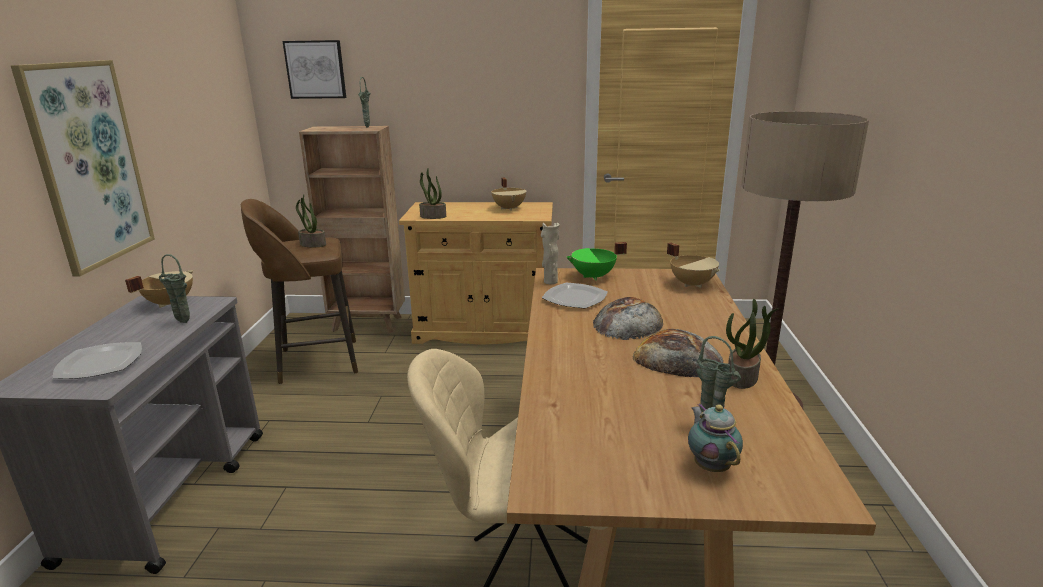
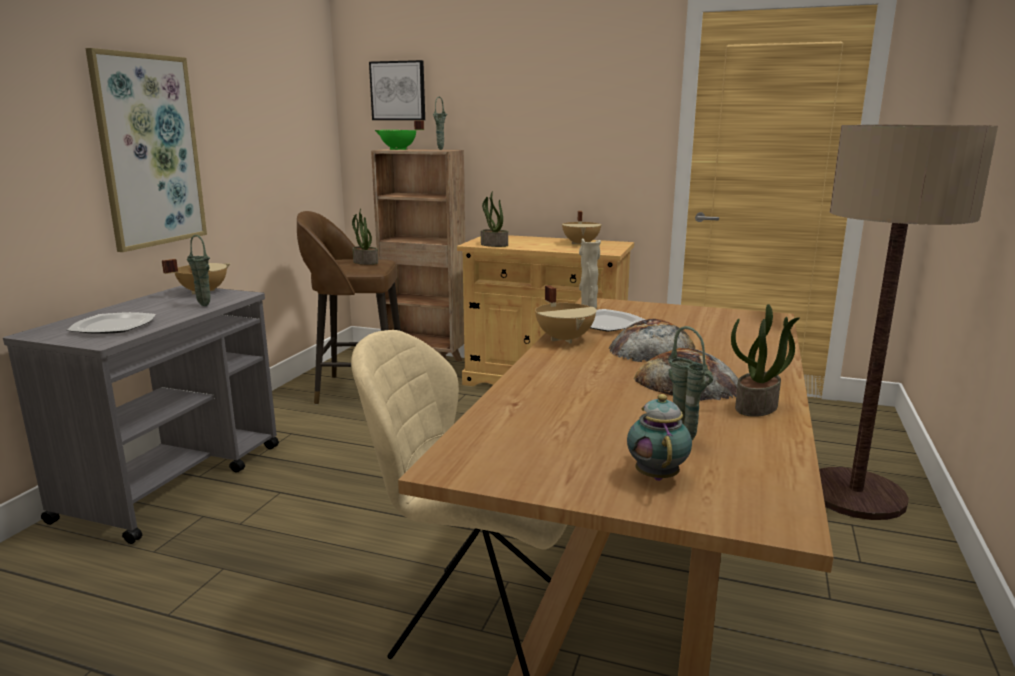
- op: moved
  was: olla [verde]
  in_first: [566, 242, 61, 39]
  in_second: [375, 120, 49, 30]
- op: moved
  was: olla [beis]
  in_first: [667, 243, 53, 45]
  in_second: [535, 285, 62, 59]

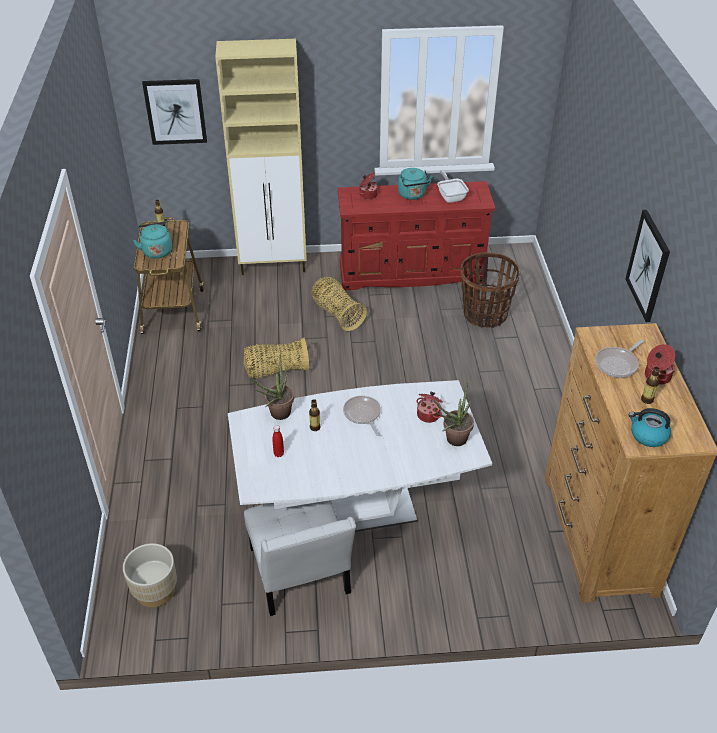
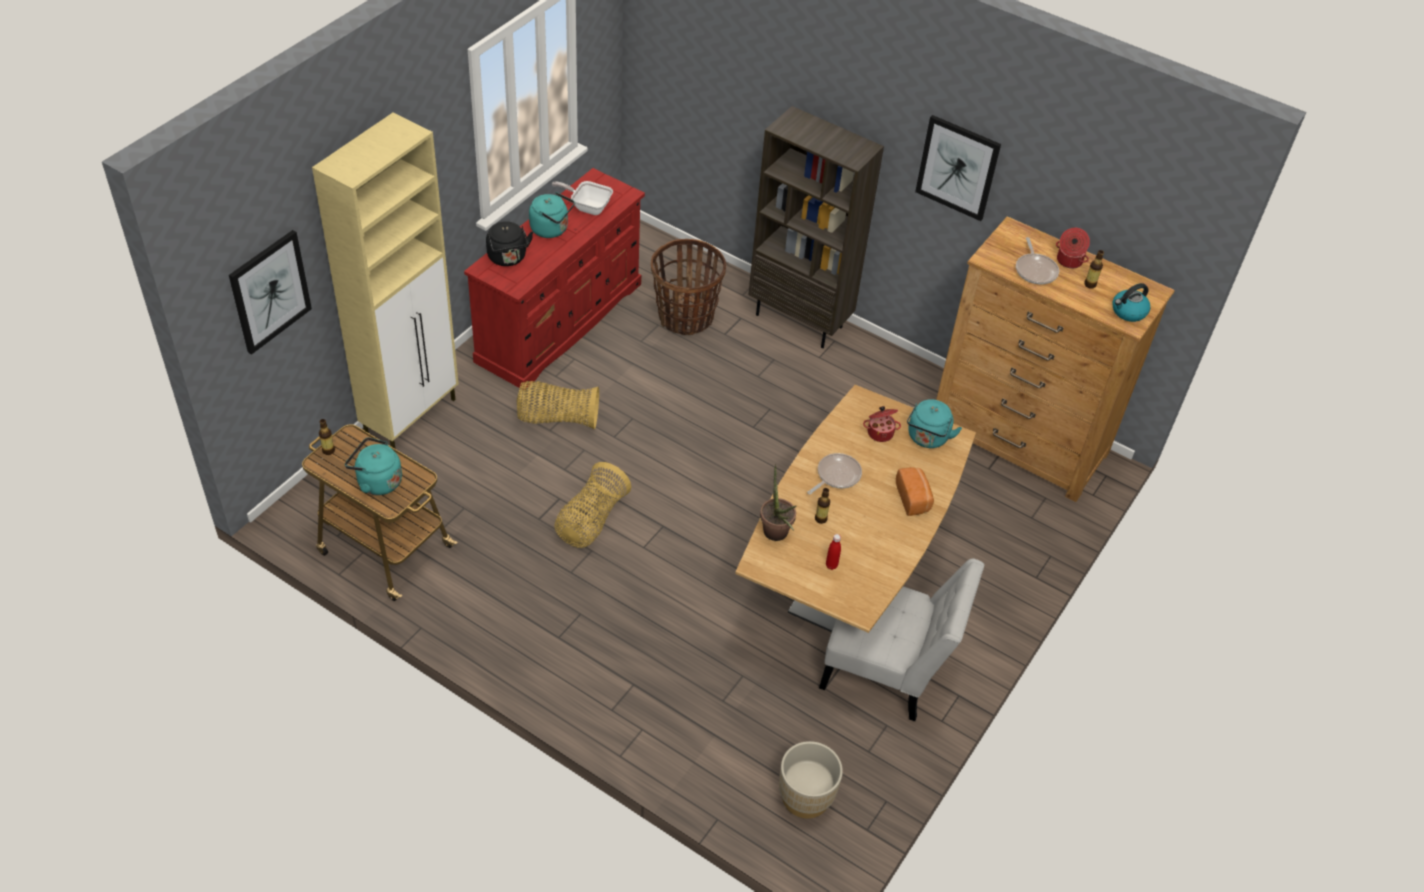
- op: replaced
  was: olla
  now: hervidor [negro]
  in_first: [359, 172, 18, 27]
  in_second: [486, 221, 47, 45]
- op: recoloured
  was: mesa de comedor [blanco]
  now: mesa de comedor [marrón]
  in_first: [228, 380, 264, 152]
  in_second: [735, 385, 241, 248]
- op: added
  now: estantería [marrón]
  in_second: [748, 106, 136, 242]
- op: turned
  was: sartén
  in_first: [343, 396, 38, 40]
  in_second: [807, 453, 55, 41]
  clockwise: 120
- op: added
  now: pan
  in_second: [896, 467, 38, 49]
- op: replaced
  was: planta en maceta
  now: hervidor [turquesa]
  in_first: [433, 378, 41, 68]
  in_second: [907, 399, 55, 49]

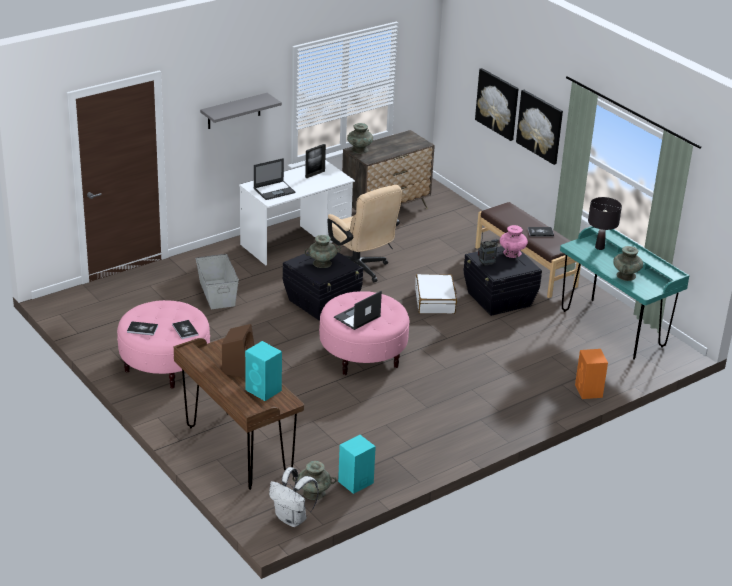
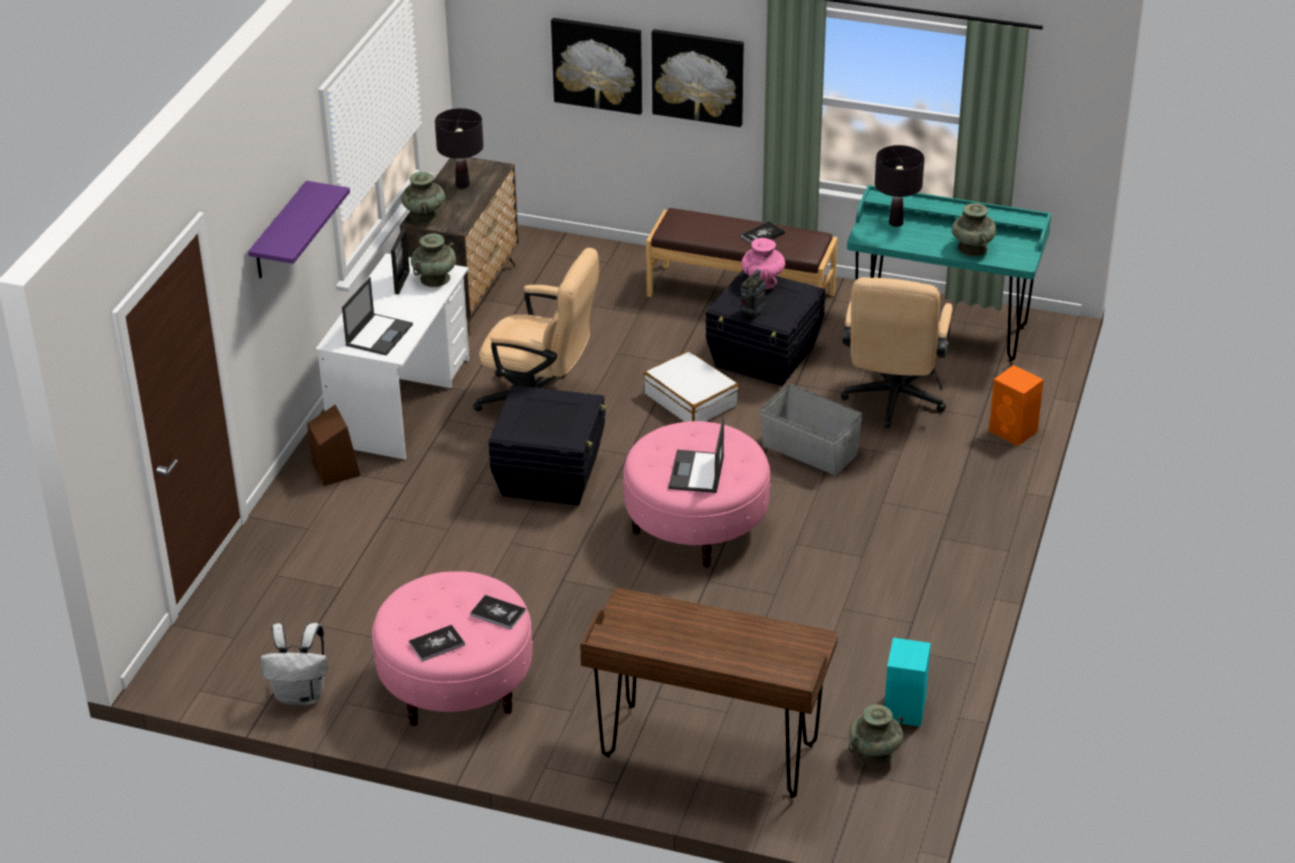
- op: recoloured
  was: estante [gris]
  now: estante [morado]
  in_first: [200, 93, 82, 36]
  in_second: [248, 181, 102, 97]
- op: moved
  was: mochila [blanco]
  in_first: [269, 467, 50, 60]
  in_second: [261, 623, 66, 82]
- op: moved
  was: altavoz [marrón]
  in_first: [222, 324, 32, 54]
  in_second: [307, 405, 54, 81]
- op: moved
  was: florero [turquesa]
  in_first: [305, 235, 36, 33]
  in_second: [411, 233, 45, 54]
- op: added
  now: lámpara de mesa [negro]
  in_second: [435, 108, 49, 81]
- op: moved
  was: caja de almacenaje [gris]
  in_first: [195, 254, 44, 55]
  in_second: [760, 384, 103, 92]
- op: added
  now: silla de oficina [beis]
  in_second: [841, 277, 112, 151]
- op: removed
  was: altavoz [turquesa]
  in_first: [245, 341, 37, 60]

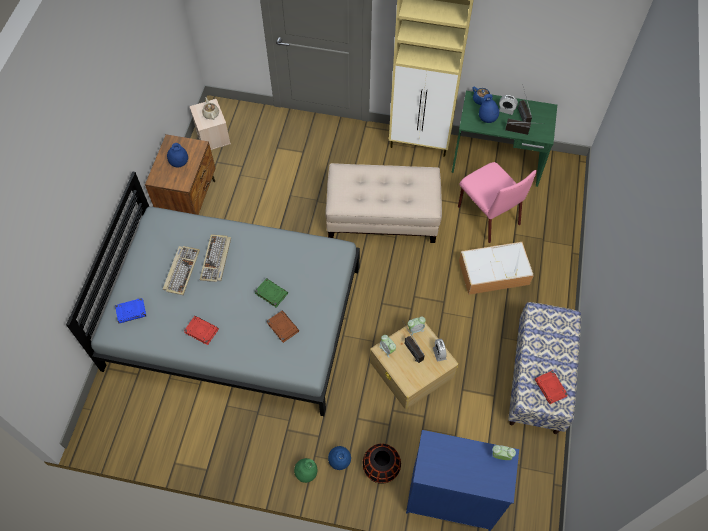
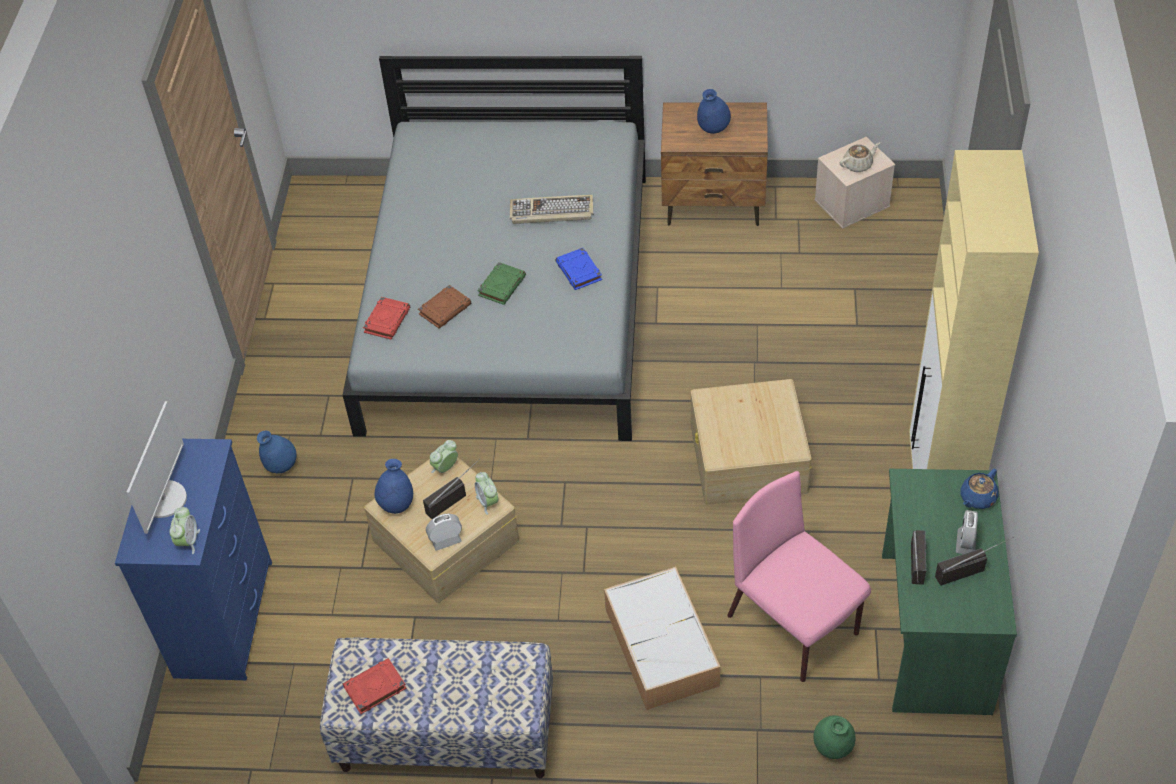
- op: added
  now: monitor
  in_second: [126, 401, 61, 133]
- op: moved
  was: libro [rojo]
  in_first: [184, 316, 35, 29]
  in_second: [363, 297, 47, 42]
- op: moved
  was: florero [azul]
  in_first: [479, 94, 20, 29]
  in_second: [374, 459, 39, 55]
- op: moved
  was: libro [azul]
  in_first: [115, 298, 31, 25]
  in_second: [556, 248, 46, 42]
- op: replaced
  was: puf [beis]
  now: caja de almacenaje [beis]
  in_first: [325, 163, 117, 80]
  in_second: [691, 379, 121, 126]
- op: turned
  was: silla [rosa]
  in_first: [458, 162, 79, 81]
  in_second: [727, 471, 144, 211]
  clockwise: 90
- op: moved
  was: florero [verde]
  in_first: [294, 458, 23, 25]
  in_second: [814, 716, 42, 43]
- op: removed
  was: teclado
  in_first: [163, 246, 37, 49]
- op: removed
  was: florero [negro]
  in_first: [363, 444, 38, 40]

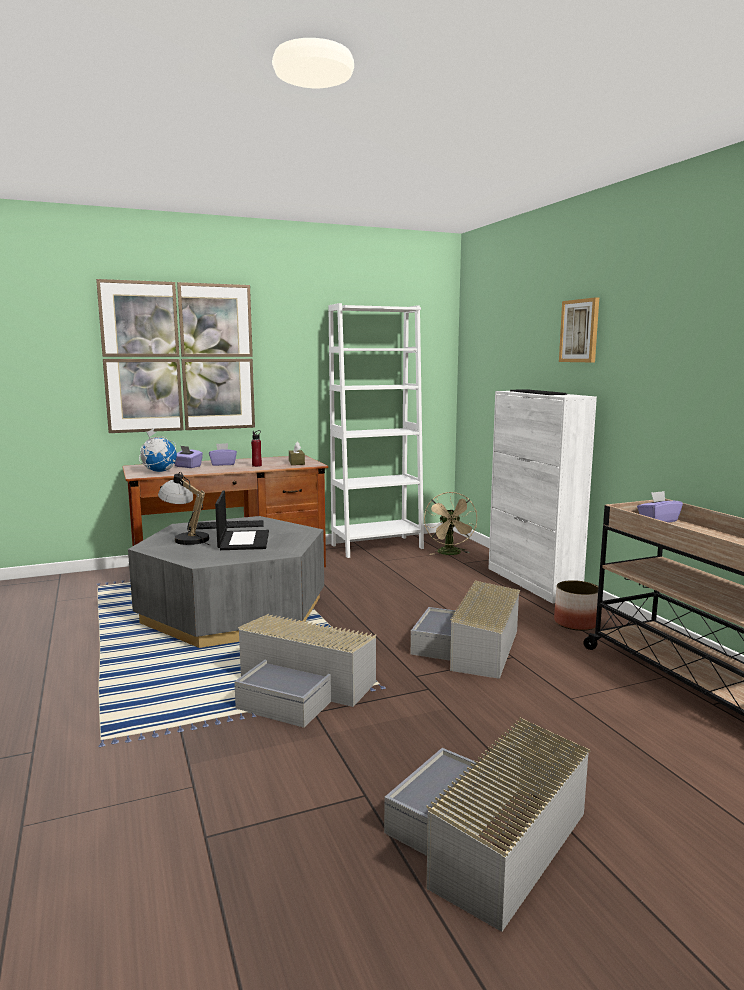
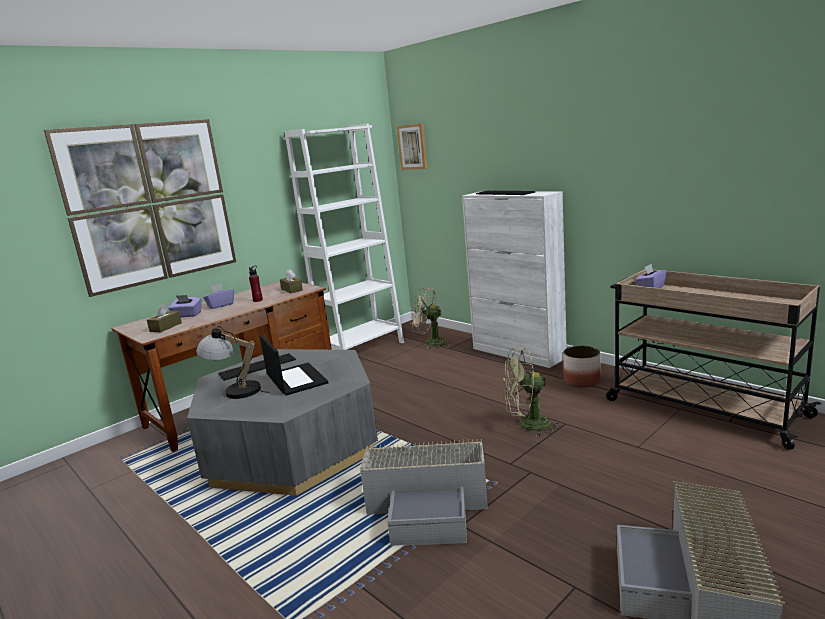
- op: replaced
  was: globo terráqueo
  now: caja de pañuelos [marrón]
  in_first: [139, 428, 38, 44]
  in_second: [147, 304, 35, 28]
- op: moved
  was: cuadro
  in_first: [559, 297, 40, 65]
  in_second: [397, 123, 31, 47]
- op: turned
  was: ventilador [beis]
  in_first: [424, 492, 53, 63]
  in_second: [410, 288, 40, 61]
  clockwise: 135
- op: replaced
  was: caja de almacenaje [gris]
  now: ventilador [verde]
  in_first: [411, 581, 109, 98]
  in_second: [503, 348, 58, 89]

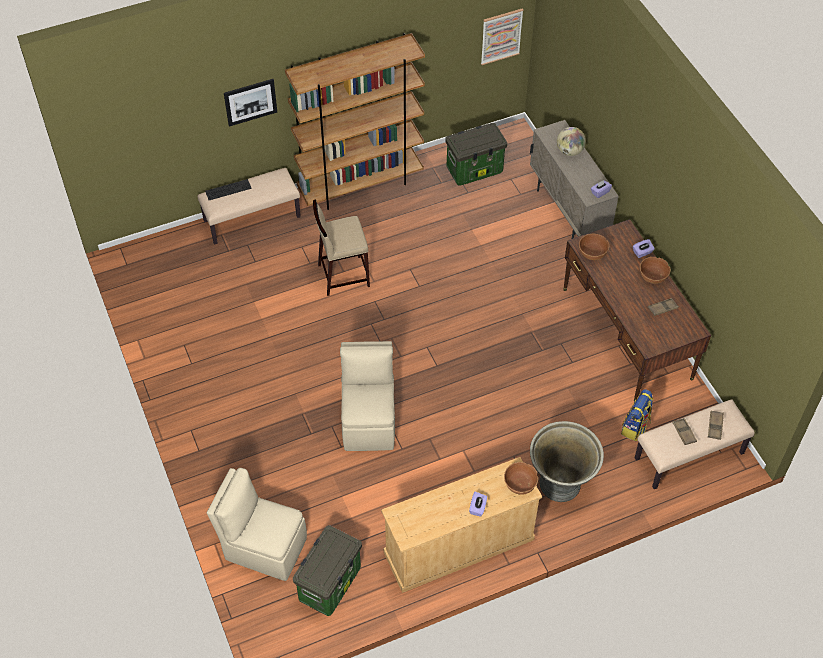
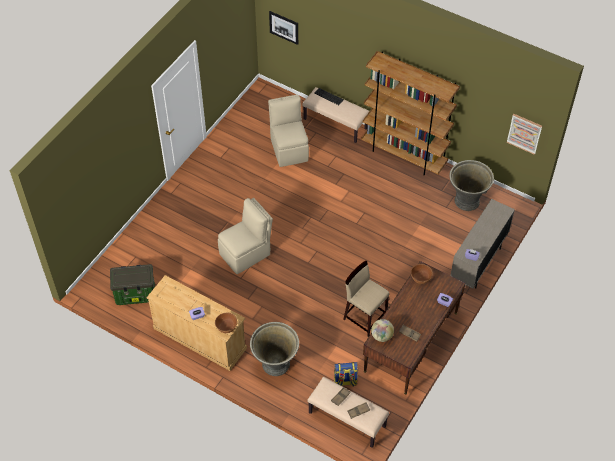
- op: moved
  was: silla [beis]
  in_first: [207, 468, 100, 113]
  in_second: [268, 95, 41, 72]
- op: moved
  was: cuadro
  in_first: [224, 79, 53, 48]
  in_second: [269, 11, 29, 34]
- op: moved
  was: taburete [beis]
  in_first: [313, 199, 57, 97]
  in_second: [343, 260, 47, 77]
- op: moved
  was: globo terráqueo
  in_first: [557, 127, 29, 29]
  in_second: [371, 319, 23, 23]
- op: replaced
  was: caja de almacenaje
  now: maceta [gris]
  in_first: [445, 123, 62, 63]
  in_second: [449, 160, 45, 51]
- op: removed
  was: cuenco [marrón]
  in_first: [640, 257, 31, 27]

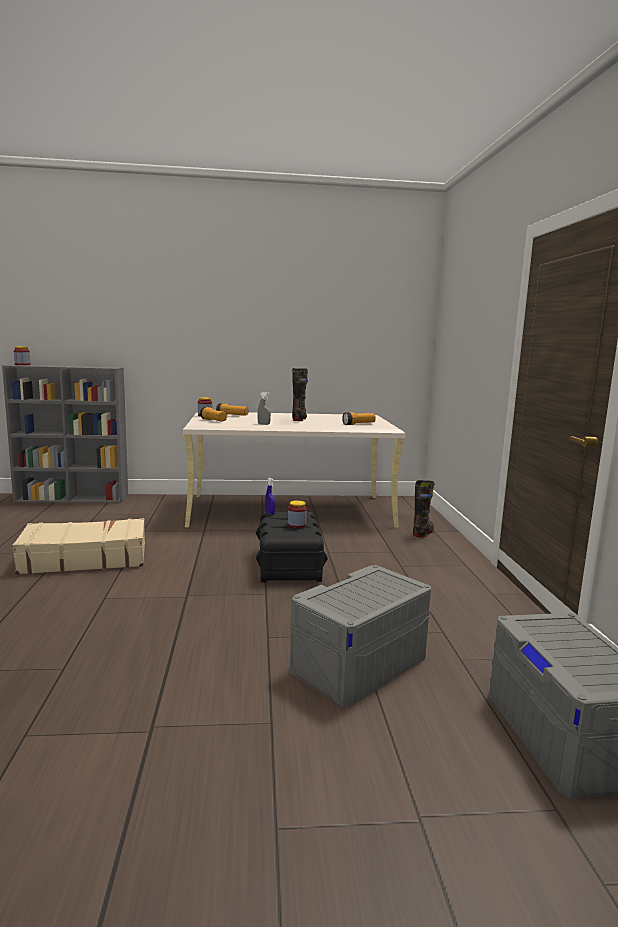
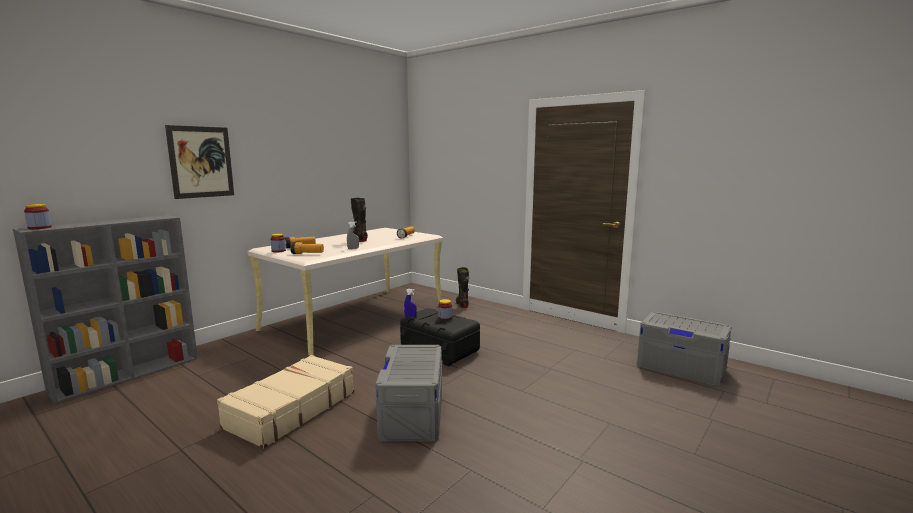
- op: added
  now: cuadro
  in_second: [165, 125, 69, 74]
- op: moved
  was: caja de almacenaje [gris]
  in_first: [290, 565, 141, 142]
  in_second: [375, 345, 67, 97]

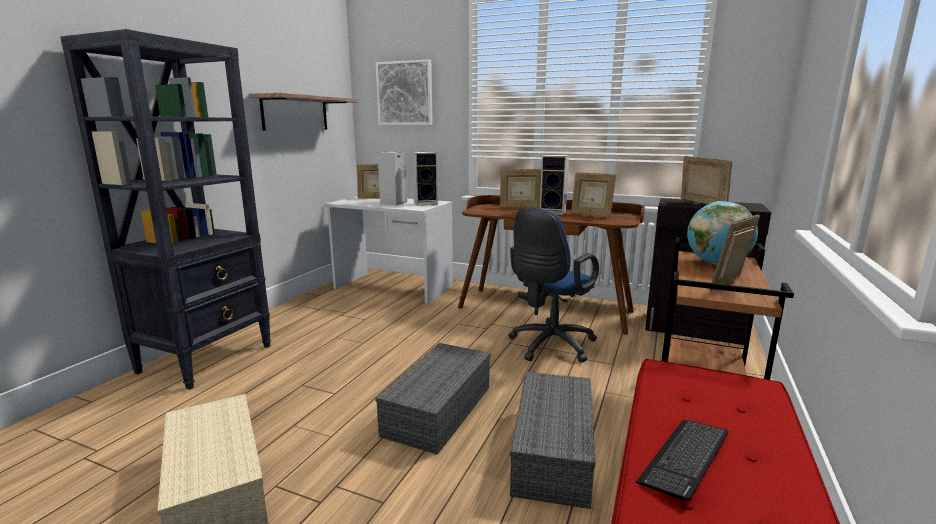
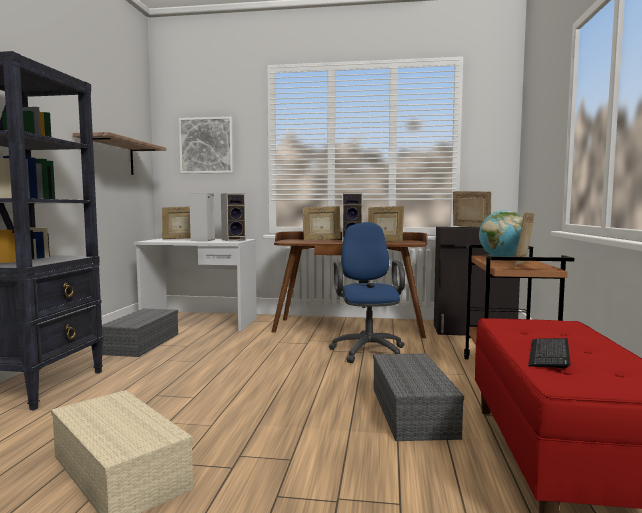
- op: moved
  was: caja de almacenaje [gris]
  in_first: [375, 343, 116, 112]
  in_second: [102, 308, 76, 49]
- op: turned
  was: silla de oficina [azul]
  in_first: [508, 207, 91, 156]
  in_second: [329, 222, 76, 141]
  clockwise: 150

